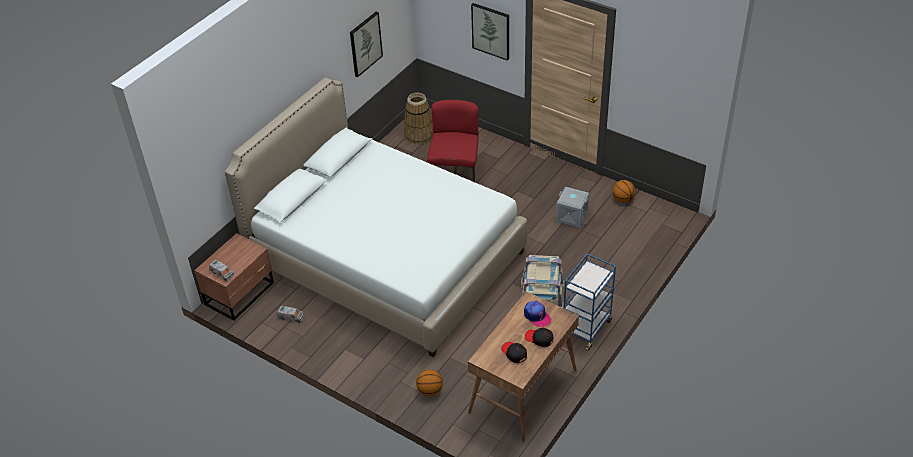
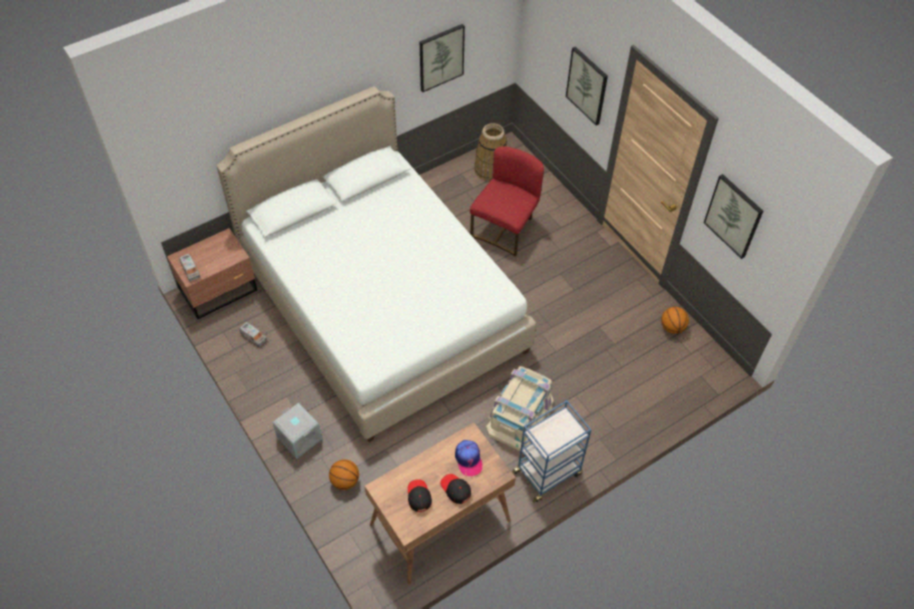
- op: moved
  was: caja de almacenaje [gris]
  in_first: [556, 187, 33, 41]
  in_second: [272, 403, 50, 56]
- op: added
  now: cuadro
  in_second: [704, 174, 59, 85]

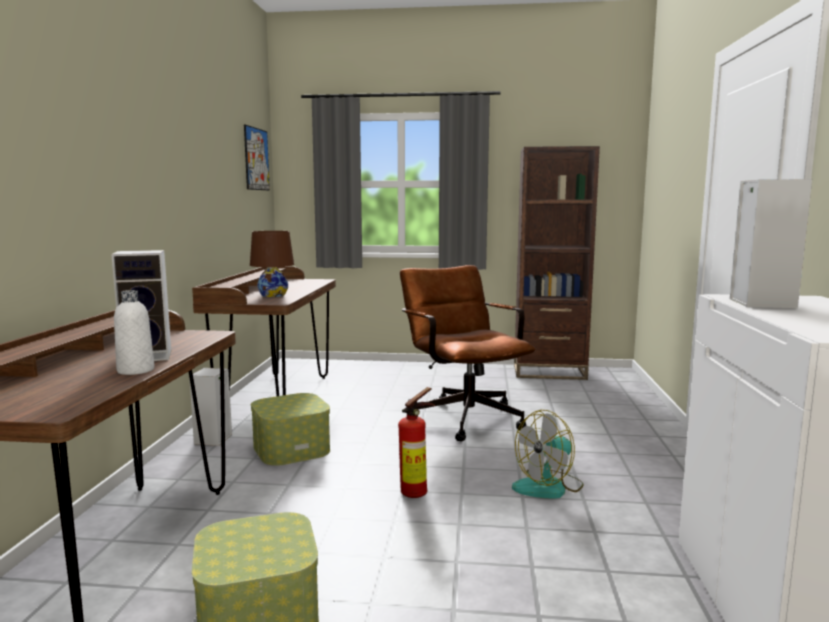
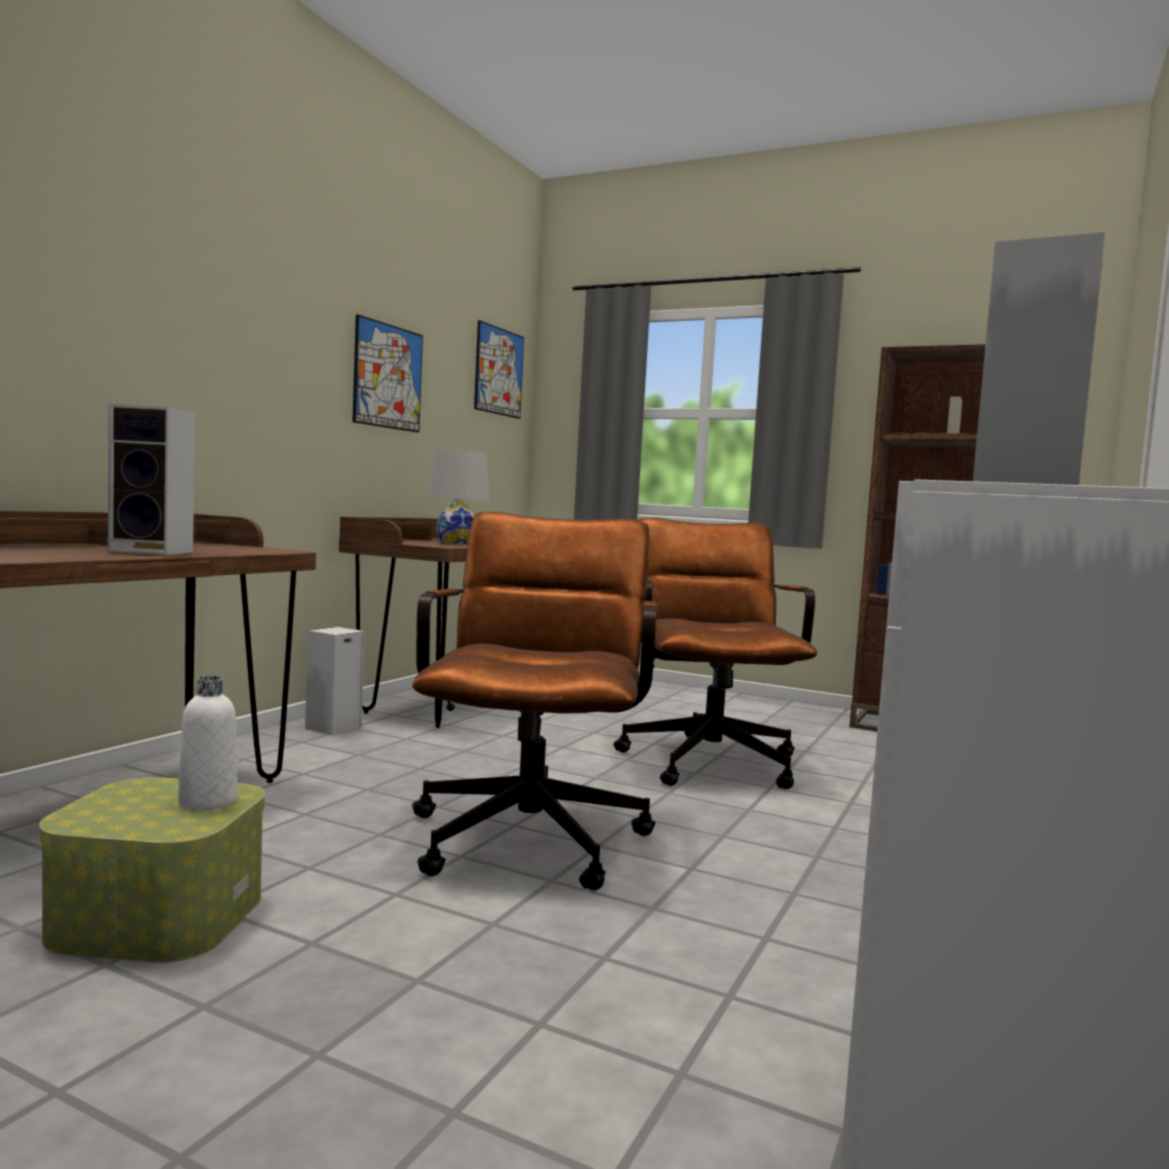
- op: moved
  was: botella [blanco]
  in_first: [114, 290, 40, 85]
  in_second: [178, 676, 59, 135]
- op: added
  now: cuadro
  in_second: [353, 314, 70, 119]
- op: replaced
  was: extintor
  now: silla de oficina [marrón]
  in_first: [398, 387, 38, 111]
  in_second: [412, 512, 246, 378]
- op: recoloured
  was: lámpara de mesa [marrón]
  now: lámpara de mesa [blanco]
  in_first: [250, 231, 44, 66]
  in_second: [428, 450, 62, 94]
- op: removed
  was: caja de almacenaje
  in_first: [251, 393, 79, 73]
- op: removed
  was: ventilador
  in_first: [512, 410, 72, 89]

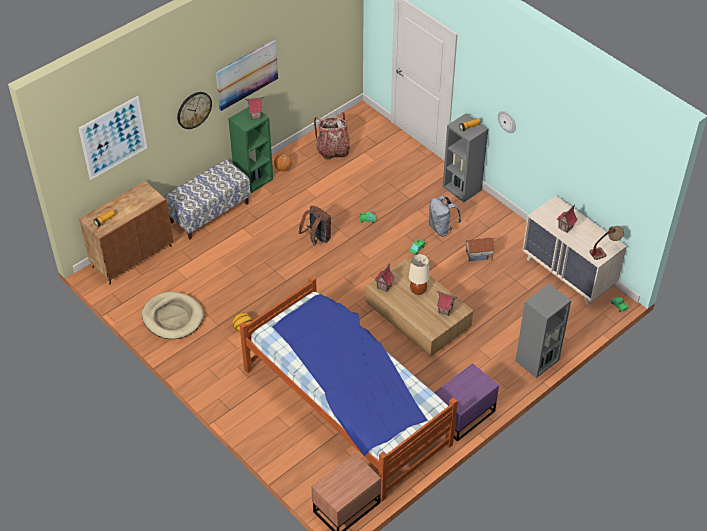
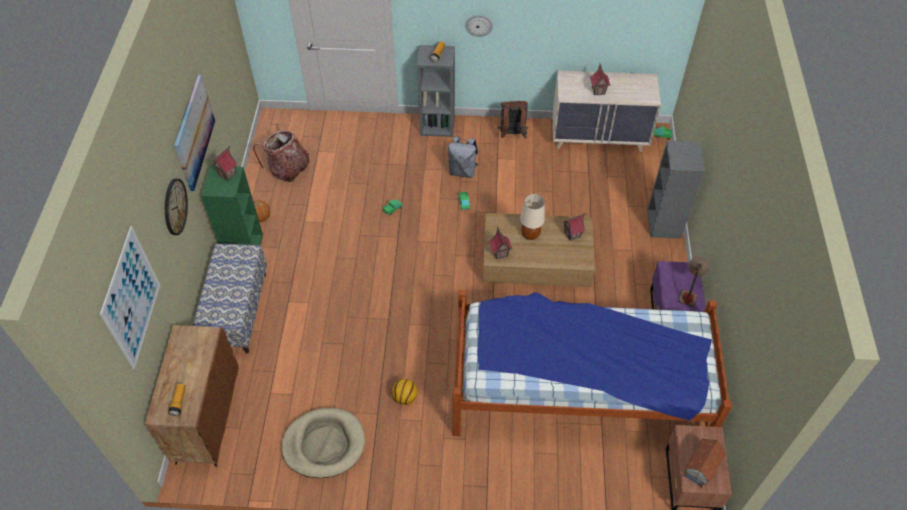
- op: moved
  was: mochila [marrón]
  in_first: [299, 206, 32, 39]
  in_second: [498, 101, 30, 37]
- op: moved
  was: lámpara de mesa
  in_first: [589, 226, 35, 34]
  in_second: [678, 256, 31, 51]
- op: moved
  was: casita
  in_first: [465, 238, 30, 24]
  in_second: [683, 438, 44, 50]

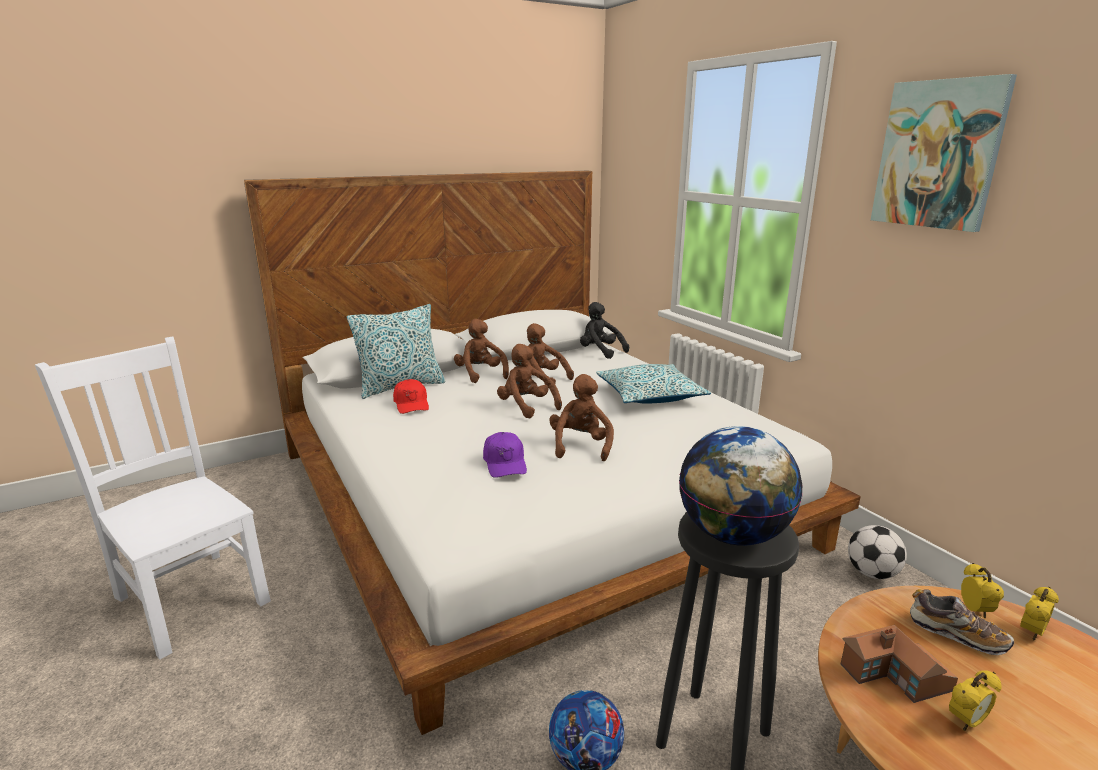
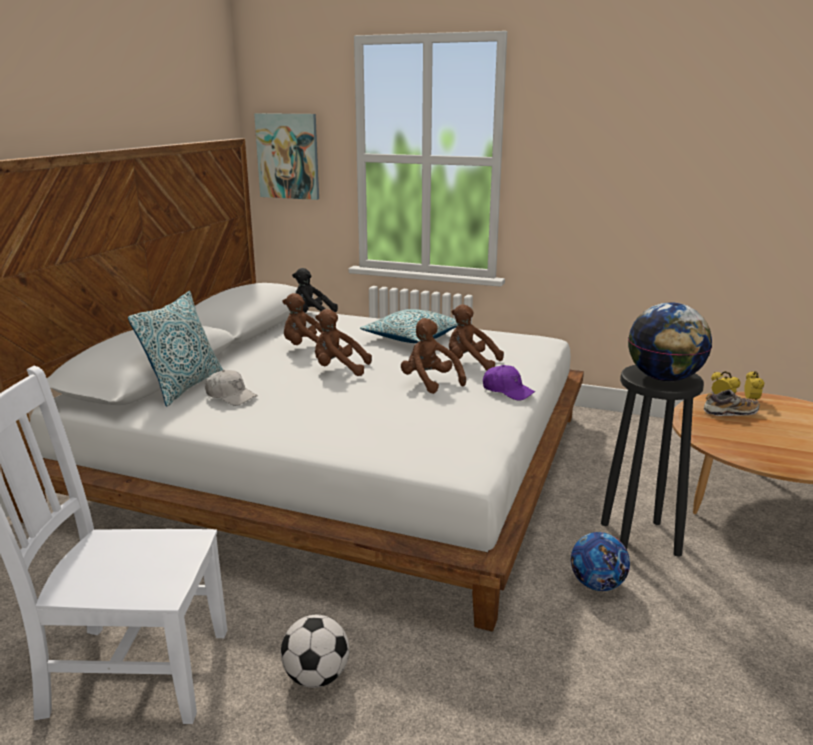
- op: recoloured
  was: gorra [rojo]
  now: gorra [blanco]
  in_first: [393, 379, 36, 35]
  in_second: [205, 370, 53, 36]
- op: moved
  was: cuadro
  in_first: [871, 74, 146, 158]
  in_second: [254, 113, 65, 87]
- op: moved
  was: balón de fútbol
  in_first: [848, 525, 59, 54]
  in_second: [281, 615, 68, 73]
- op: moved
  was: peluche [marrón]
  in_first: [454, 319, 55, 64]
  in_second: [449, 304, 55, 67]
- op: moved
  was: gorra [morado]
  in_first: [483, 432, 44, 46]
  in_second: [483, 365, 52, 35]
- op: removed
  was: casita
  in_first: [841, 625, 117, 78]
- op: removed
  was: despertador
  in_first: [949, 670, 53, 61]

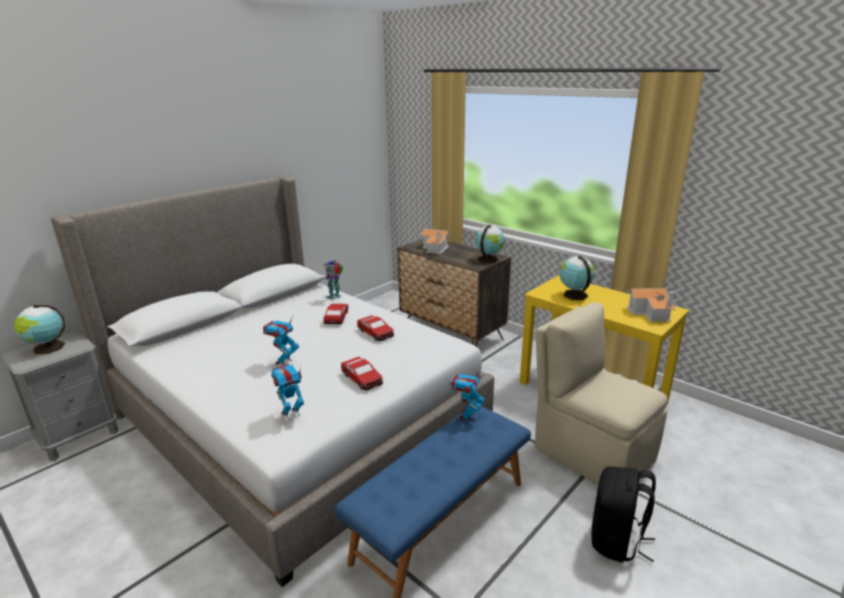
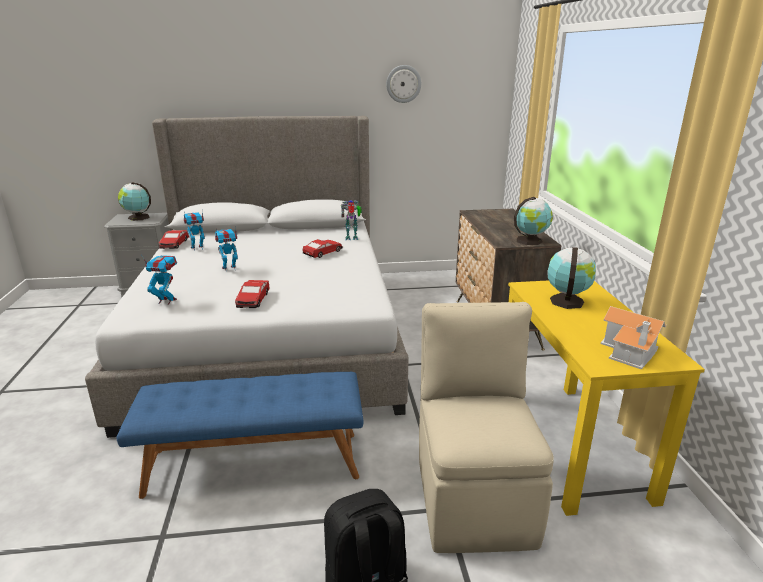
- op: moved
  was: coche de juguete
  in_first: [357, 315, 37, 26]
  in_second: [159, 230, 30, 19]
- op: moved
  was: robot de juguete
  in_first: [450, 369, 34, 51]
  in_second: [184, 211, 21, 40]
- op: added
  now: reloj de pared
  in_second: [386, 65, 35, 38]
- op: removed
  was: casita
  in_first: [421, 229, 29, 25]

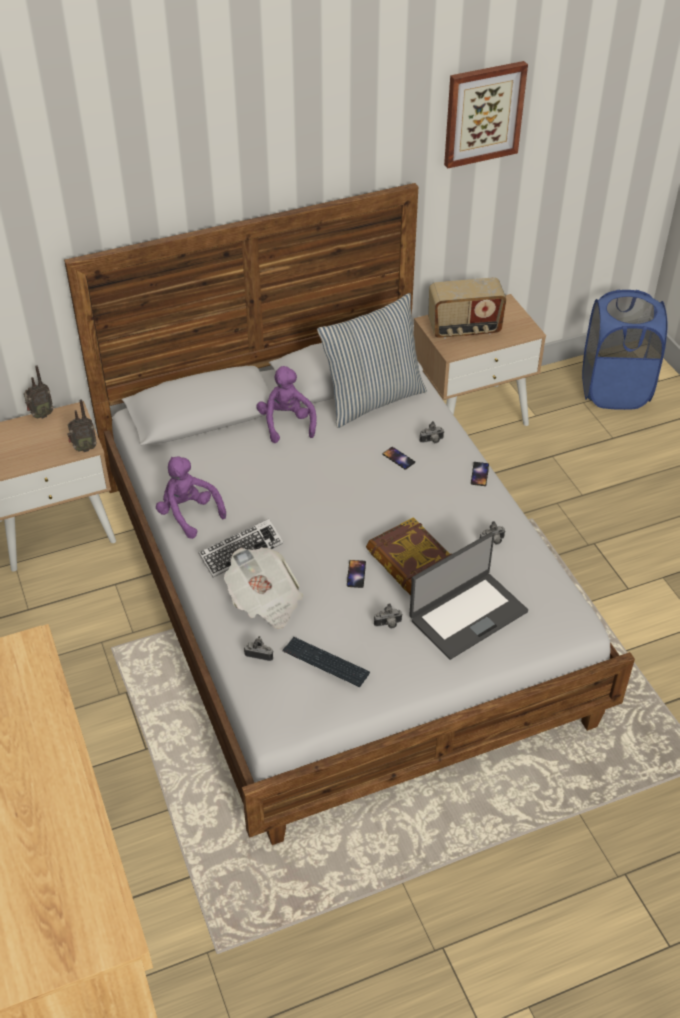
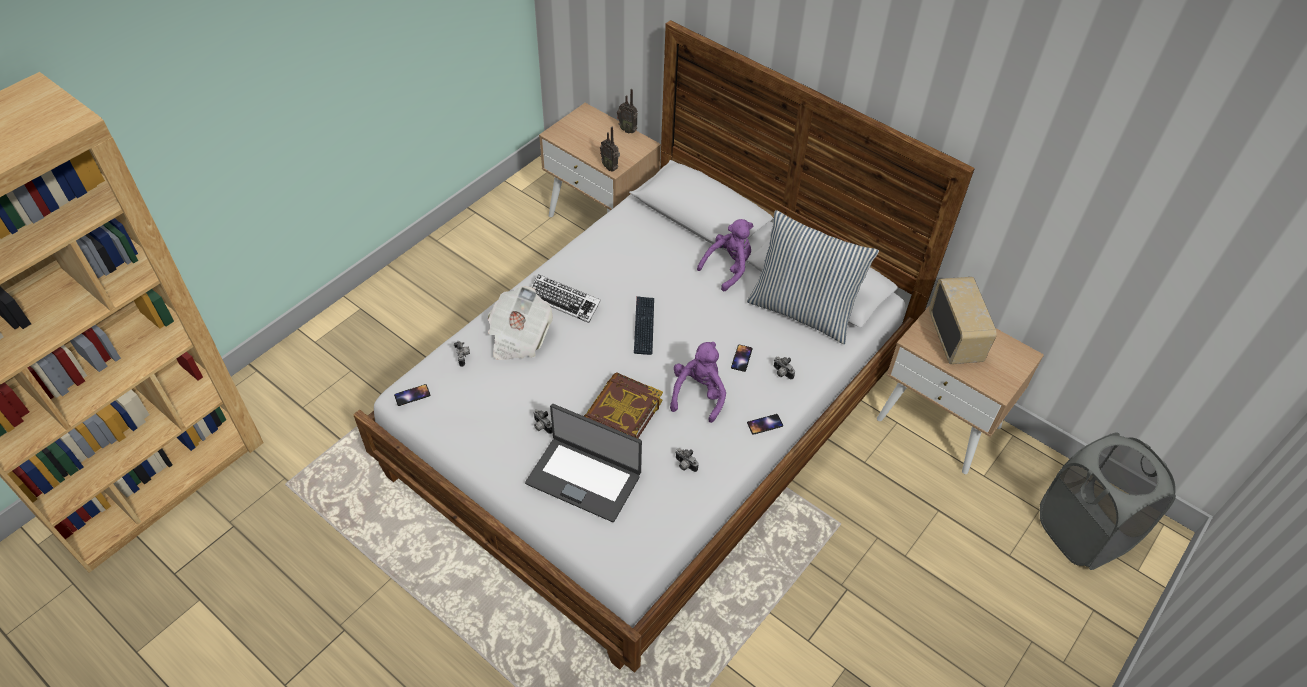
- op: moved
  was: móvil
  in_first: [347, 560, 19, 28]
  in_second: [394, 384, 36, 22]
- op: moved
  was: teclado
  in_first: [282, 637, 88, 50]
  in_second: [634, 296, 20, 59]
- op: moved
  was: peluche [morado]
  in_first: [156, 456, 70, 83]
  in_second: [670, 342, 56, 81]
- op: turned
  was: radio
  in_first: [428, 277, 78, 62]
  in_second: [929, 277, 67, 87]
  clockwise: -150
- op: recoloured
  was: cesto de la ropa [azul]
  now: cesto de la ropa [gris]
  in_first: [582, 290, 86, 120]
  in_second: [1040, 432, 136, 138]
- op: removed
  was: cuadro
  in_first: [444, 61, 84, 107]

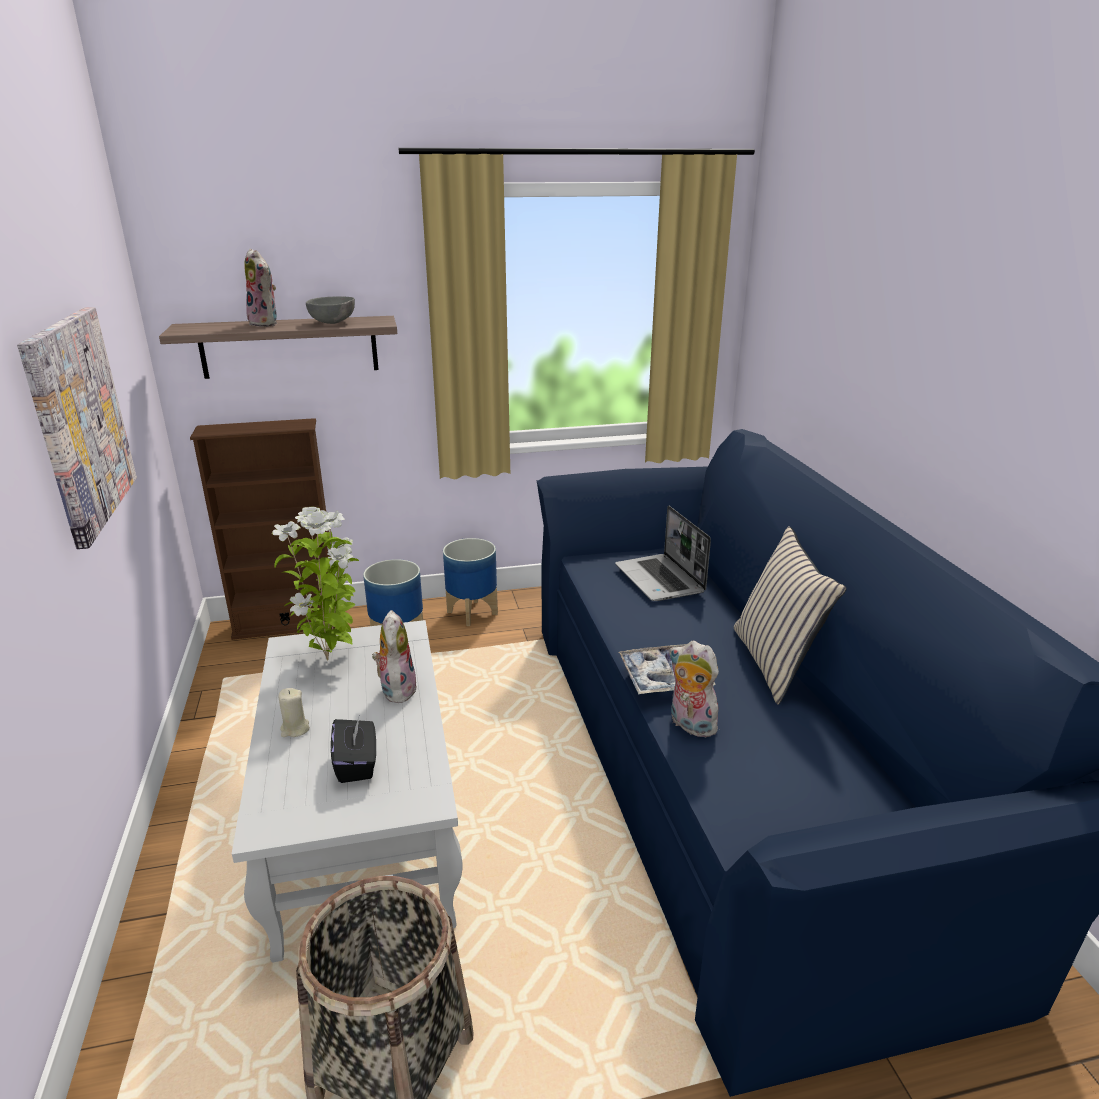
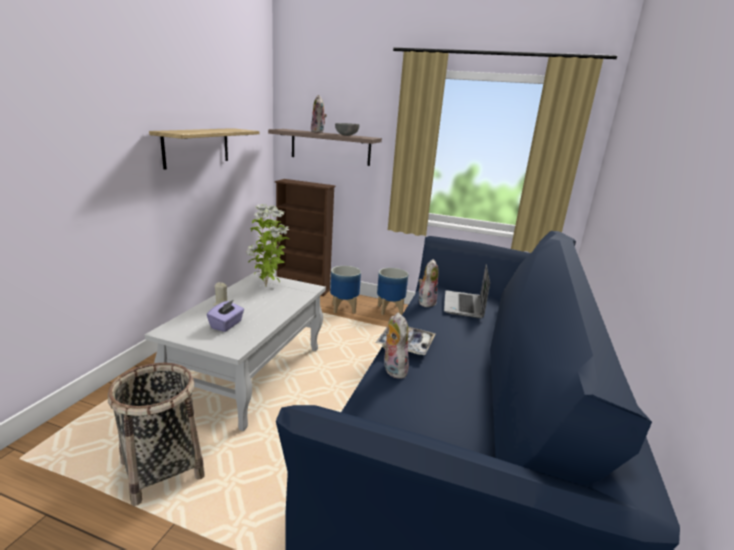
- op: replaced
  was: cuadro
  now: estante
  in_first: [17, 307, 120, 242]
  in_second: [149, 128, 110, 42]
- op: recoloured
  was: caja de pañuelos [negro]
  now: caja de pañuelos [morado]
  in_first: [331, 717, 45, 66]
  in_second: [207, 300, 37, 32]
- op: moved
  was: peluche
  in_first: [372, 610, 45, 93]
  in_second: [419, 259, 20, 48]
- op: removed
  was: cojín [beis]
  in_first: [734, 526, 113, 179]

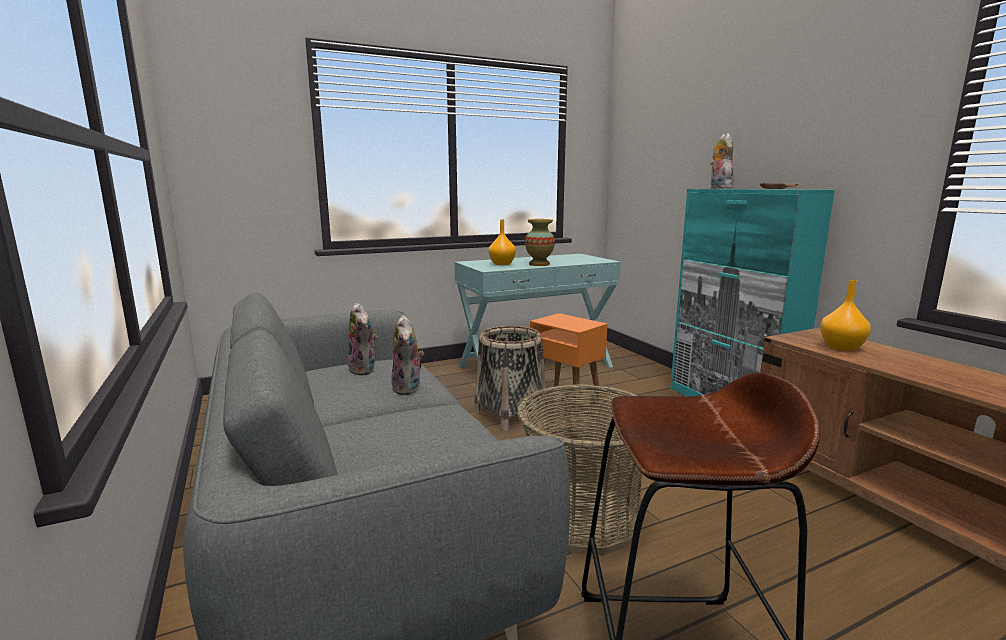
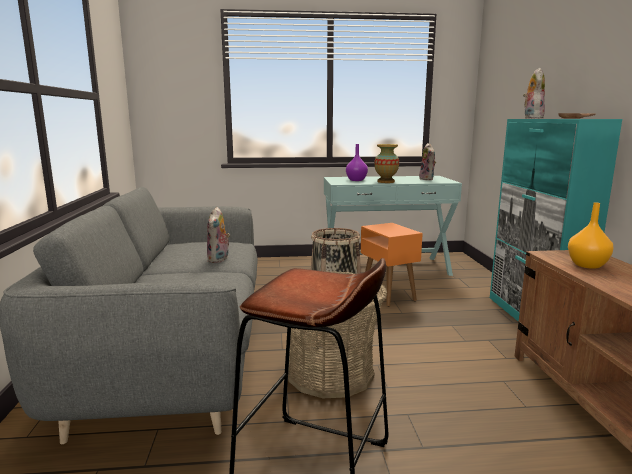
- op: recoloured
  was: florero [naranja]
  now: florero [morado]
  in_first: [489, 219, 27, 46]
  in_second: [346, 144, 22, 37]
- op: moved
  was: peluche
  in_first: [348, 302, 30, 73]
  in_second: [419, 143, 17, 37]

